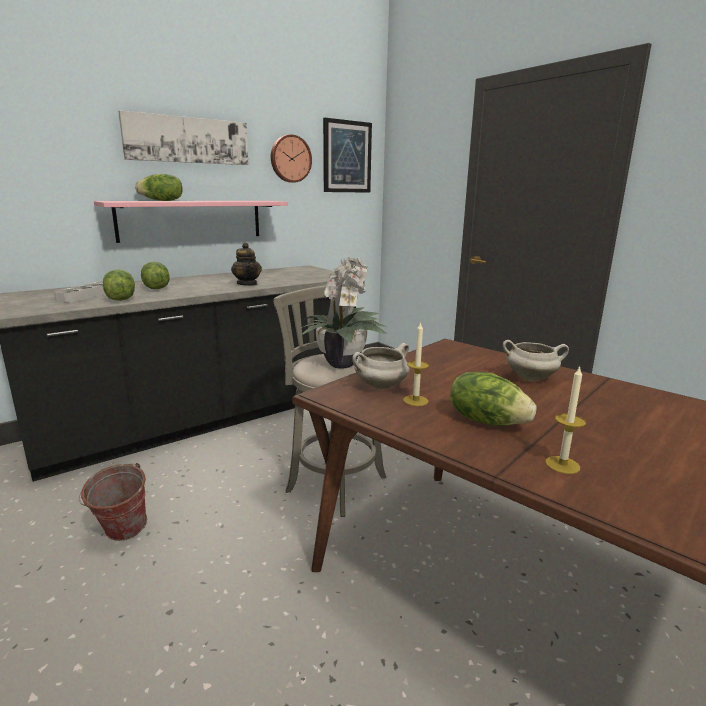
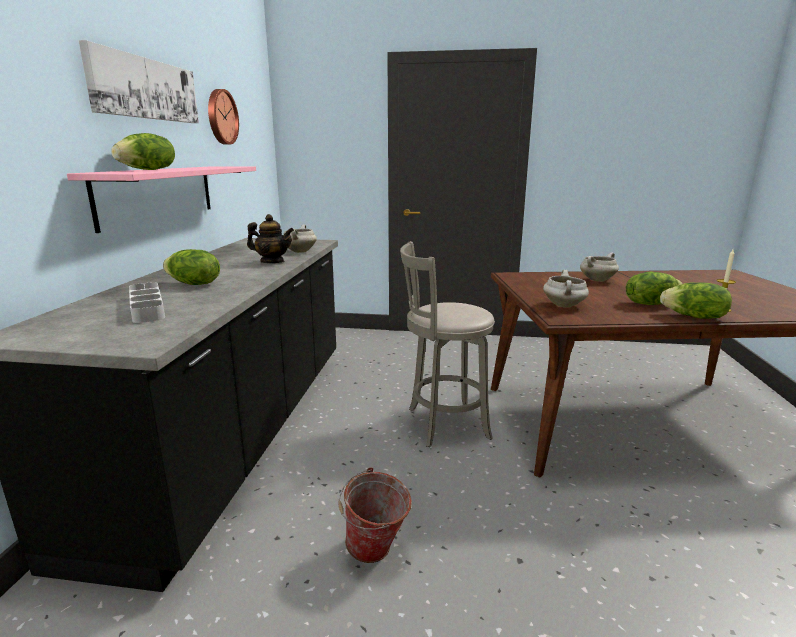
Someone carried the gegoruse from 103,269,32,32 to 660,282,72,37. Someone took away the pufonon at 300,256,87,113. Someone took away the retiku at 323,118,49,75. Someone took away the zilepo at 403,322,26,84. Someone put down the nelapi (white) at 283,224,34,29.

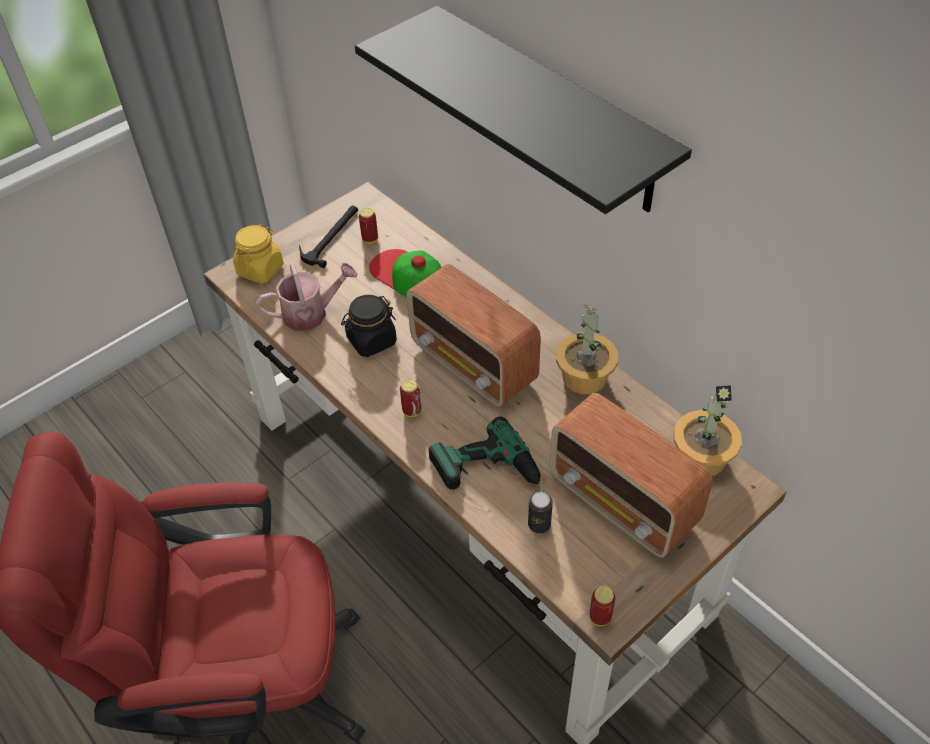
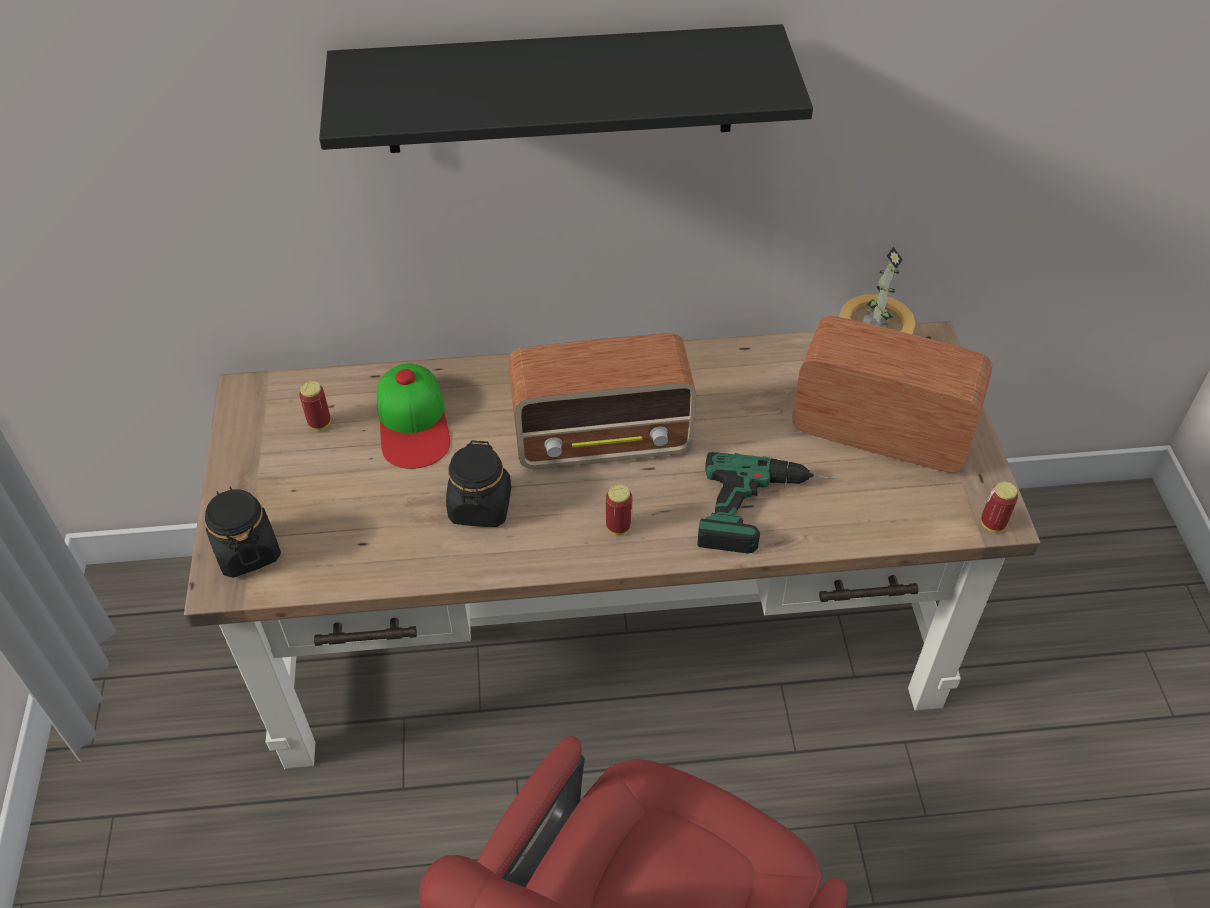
Someone repainted the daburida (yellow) at 233,224,50,59, which became the daburida (black) at 205,487,76,91. Someone took away the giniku at 256,263,101,68. Someone took away the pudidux at 299,205,59,63. Someone rotated the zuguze at 369,249,72,48 by 90 degrees counterclockwise. Someone took away the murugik at 528,492,25,42. Someone rotated the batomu at 549,393,164,165 by 150 degrees counterclockwise. Someone took away the pufonon at 556,304,62,90.

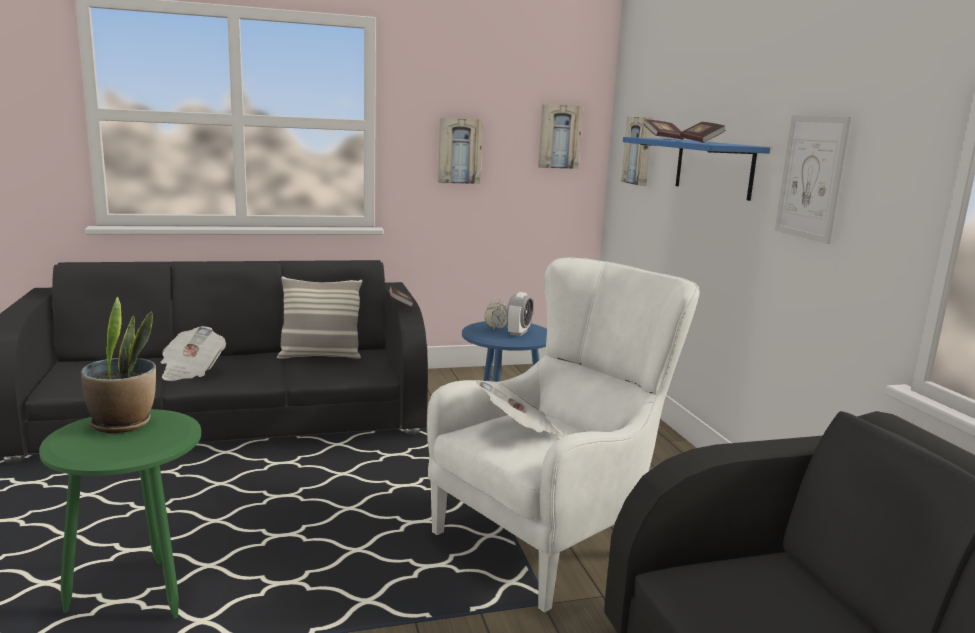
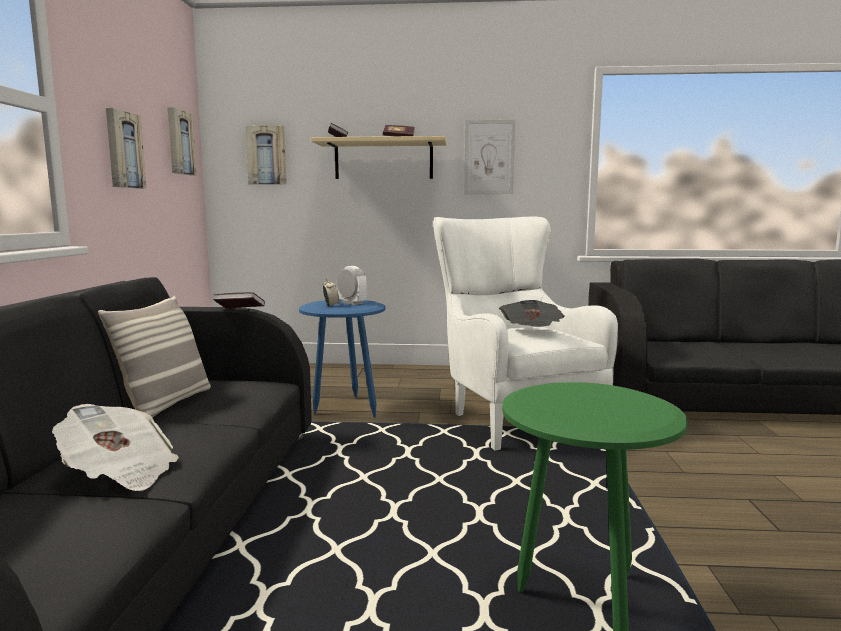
Someone took away the pufonon at 81,297,75,136. Someone repainted the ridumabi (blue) at 623,137,147,64, which became the ridumabi (beige) at 311,136,136,43.

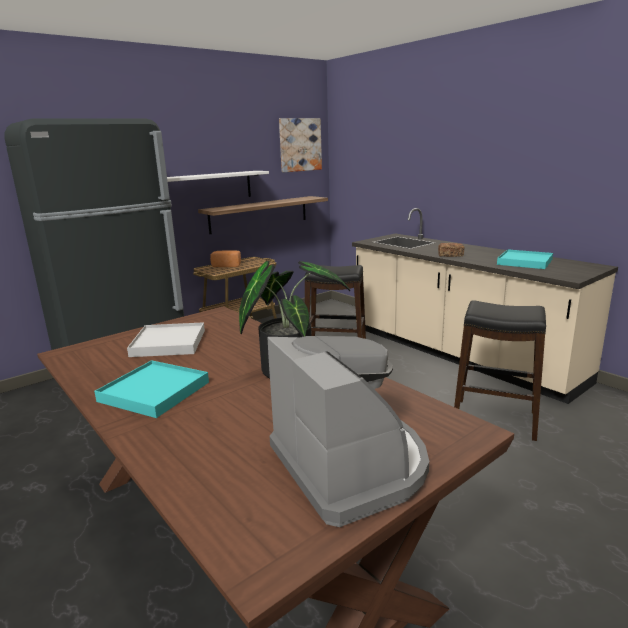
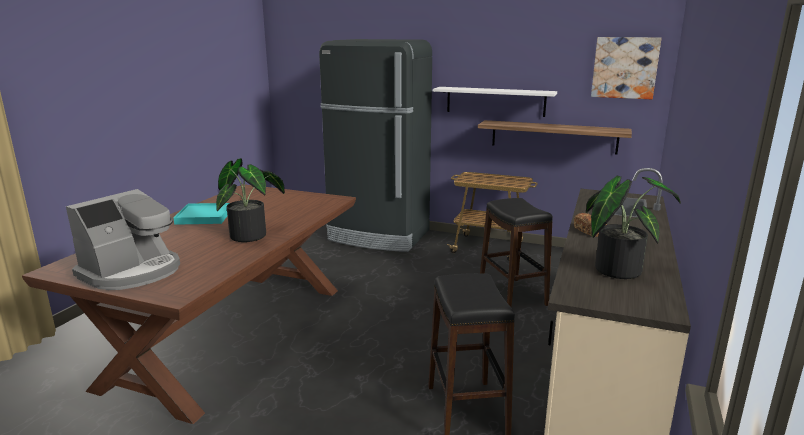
Someone took away the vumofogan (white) at 127,322,78,35. Someone took away the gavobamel at 210,250,31,17. Someone swapped the vumofogan (turquoise) at 497,249,56,20 for the pufonon at 586,176,95,103.

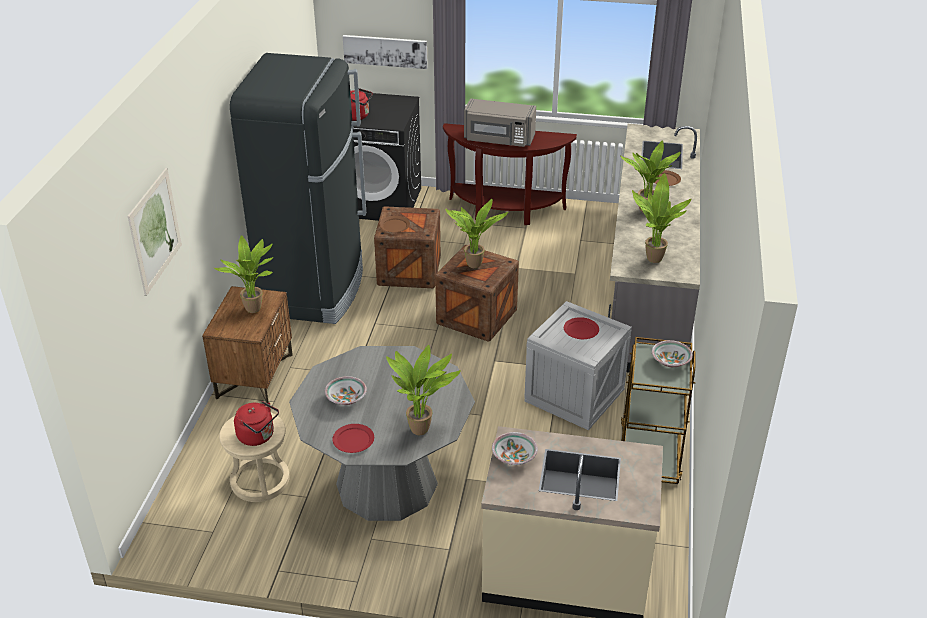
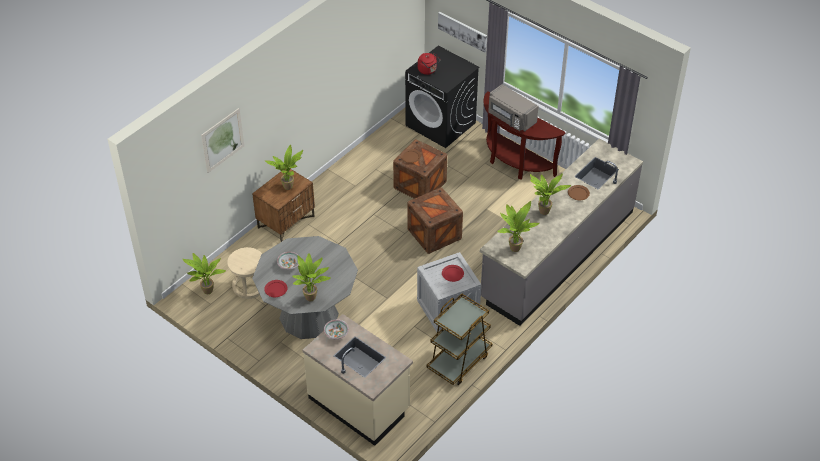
Someone took away the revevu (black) at 230,53,136,271. Someone took away the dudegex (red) at 234,401,45,45. Someone carried the pufonon from 445,199,63,69 to 182,253,44,41. Someone took away the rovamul at 652,340,41,27.

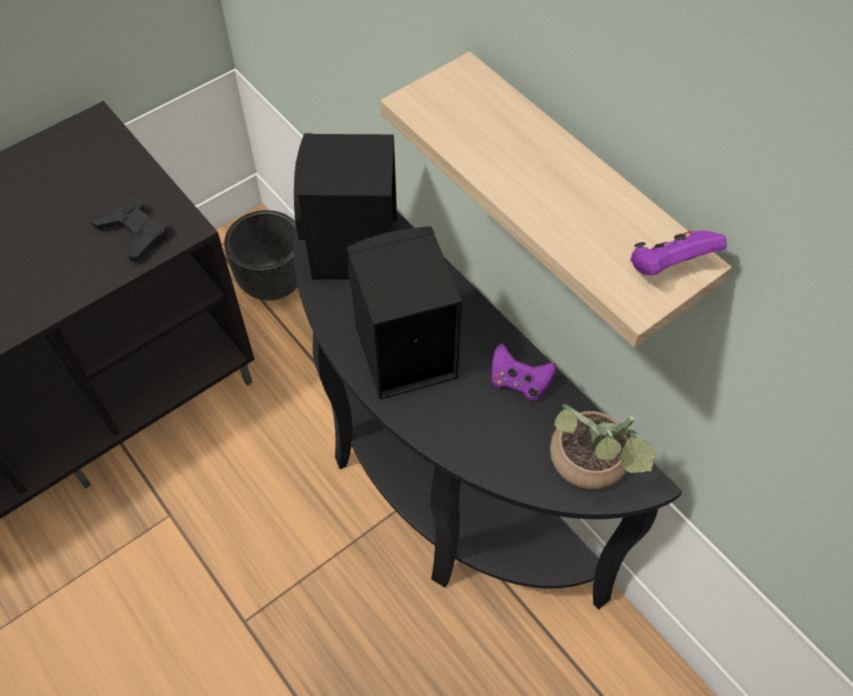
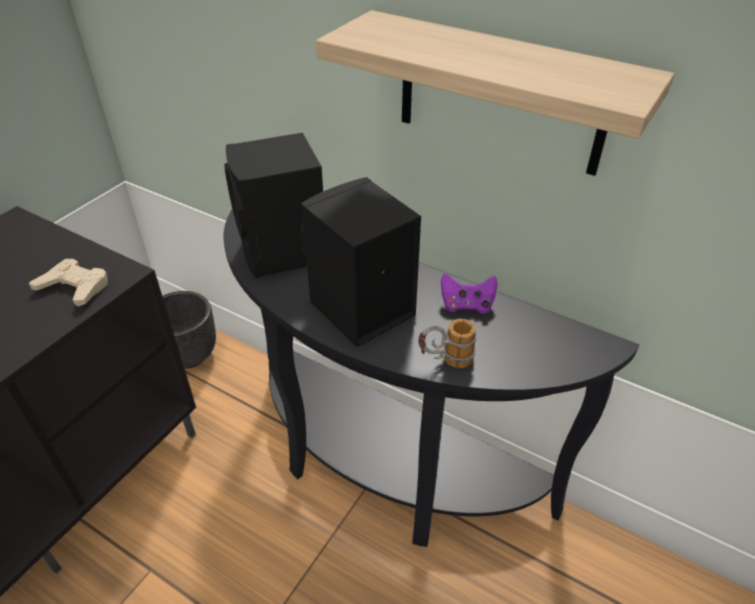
Someone repainted the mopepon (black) at 91,197,77,65, which became the mopepon (beige) at 29,259,79,48. Someone took away the pufonon at 550,404,106,86. Someone took away the mopepon (purple) at 630,230,97,45. Someone put down the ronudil at 418,319,59,49.

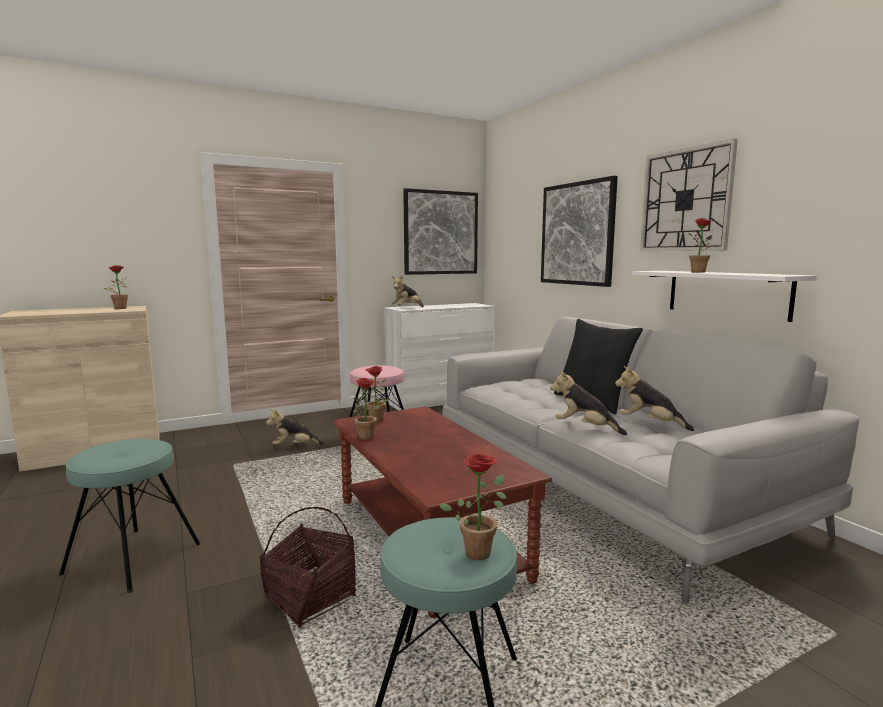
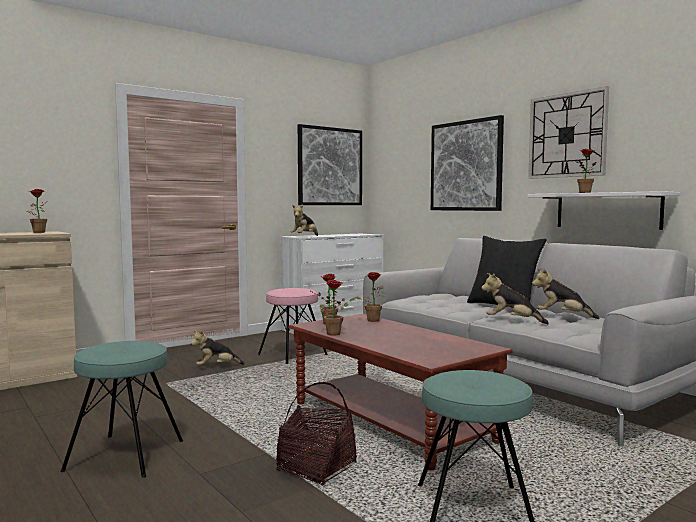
Someone carried the pufonon from 439,454,67,106 to 356,272,30,50.

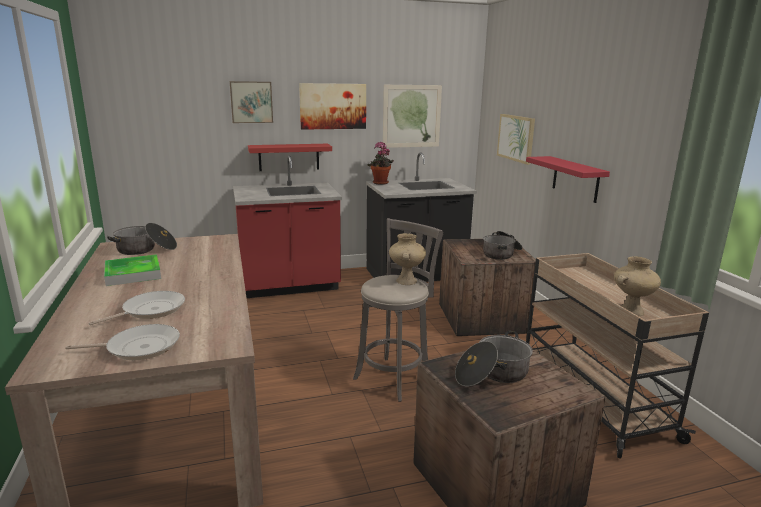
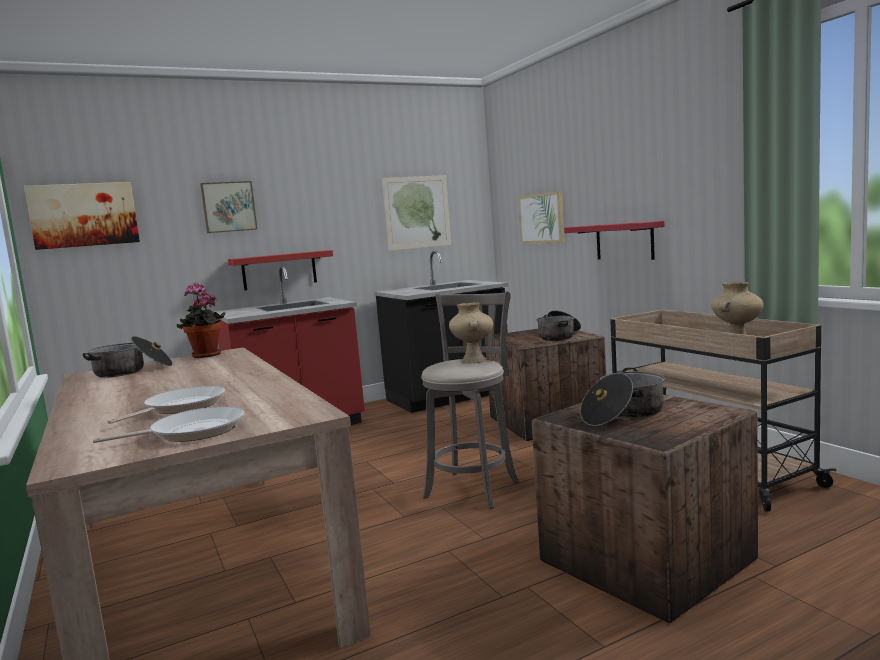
Someone took away the vumofogan at 104,254,57,32. Someone carried the retiku from 299,83,67,47 to 24,182,116,68. Someone carried the pufonon from 368,141,26,44 to 177,283,49,75.

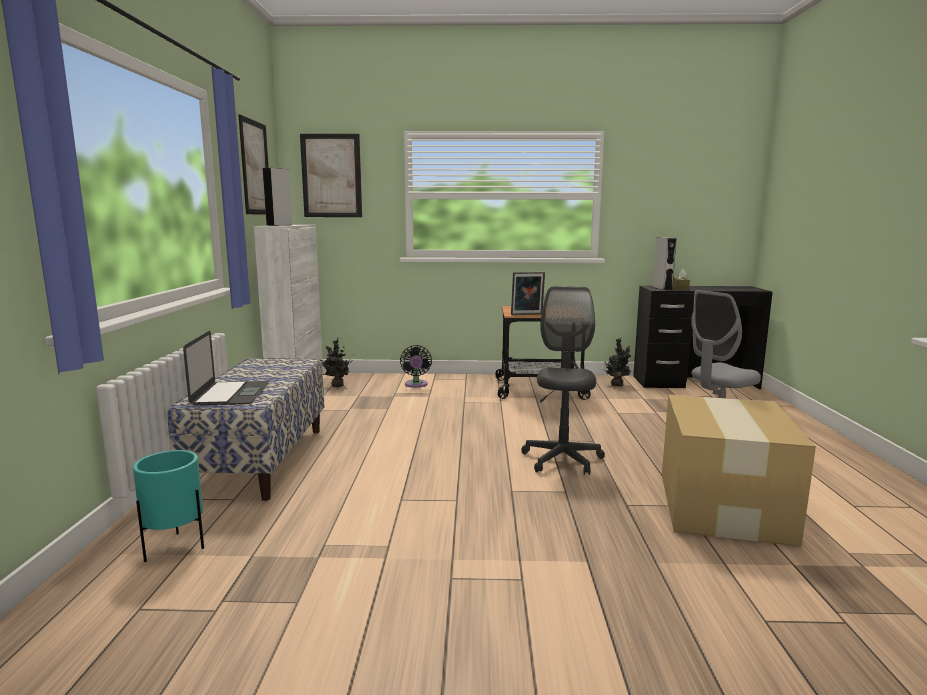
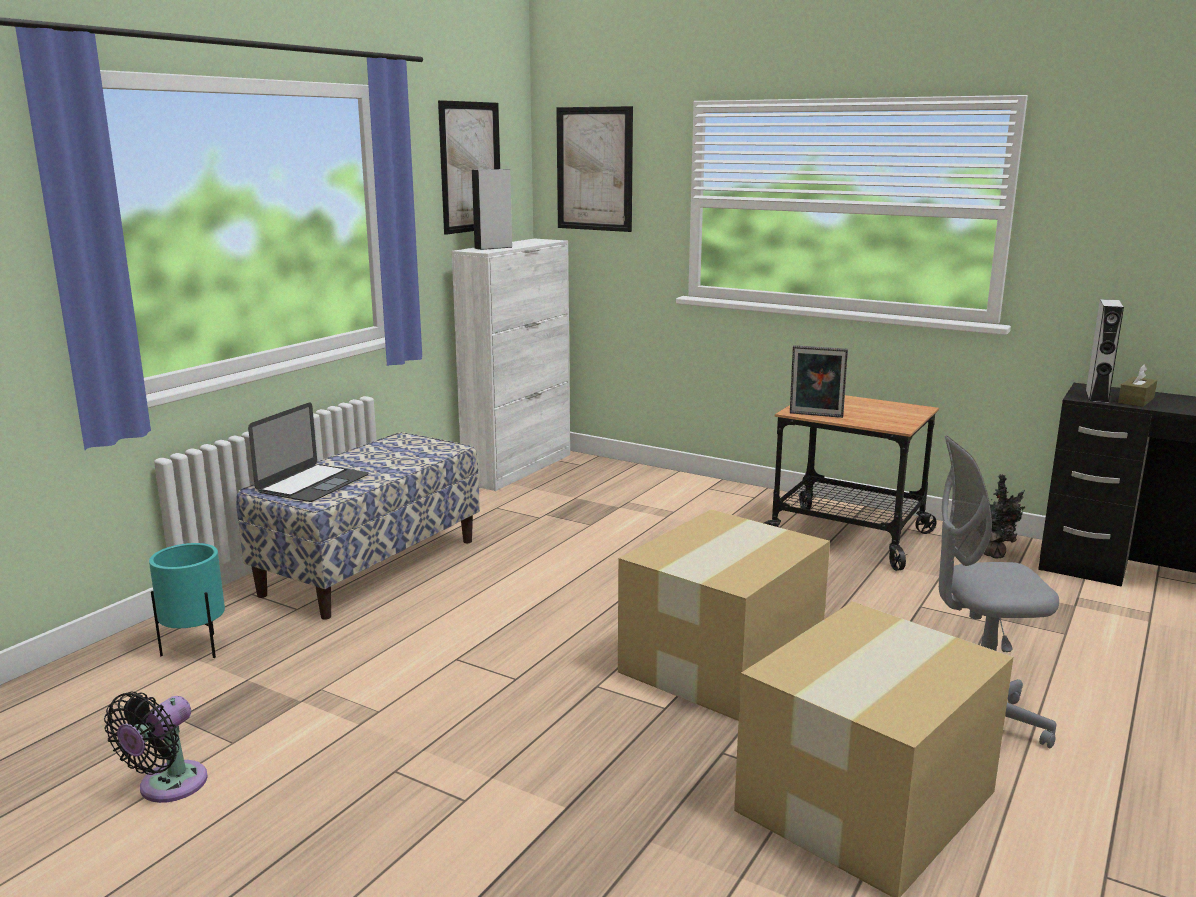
Someone took away the pufonon at 320,338,33,49. Someone carried the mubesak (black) from 400,345,32,43 to 104,692,104,111. Someone swapped the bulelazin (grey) at 521,286,84,189 for the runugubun at 618,509,212,212.

